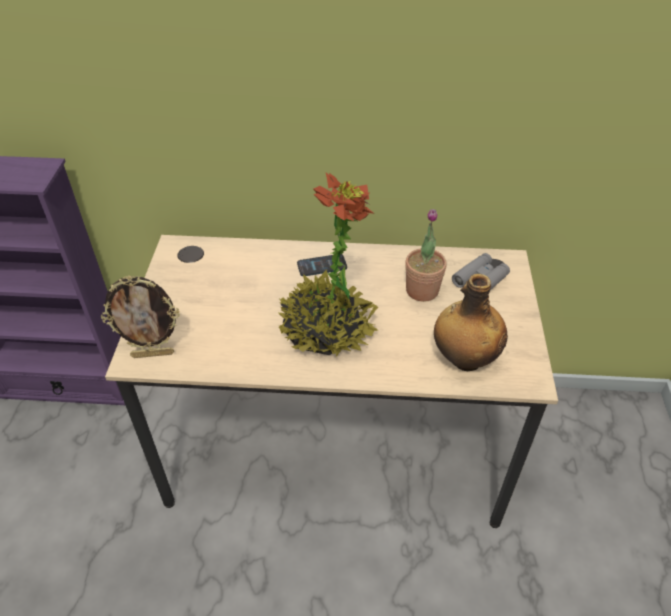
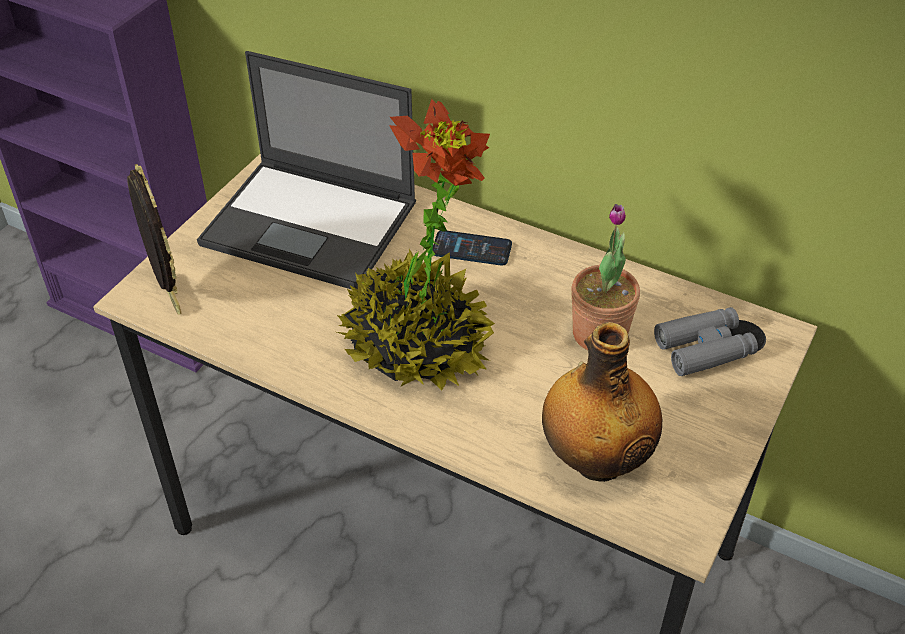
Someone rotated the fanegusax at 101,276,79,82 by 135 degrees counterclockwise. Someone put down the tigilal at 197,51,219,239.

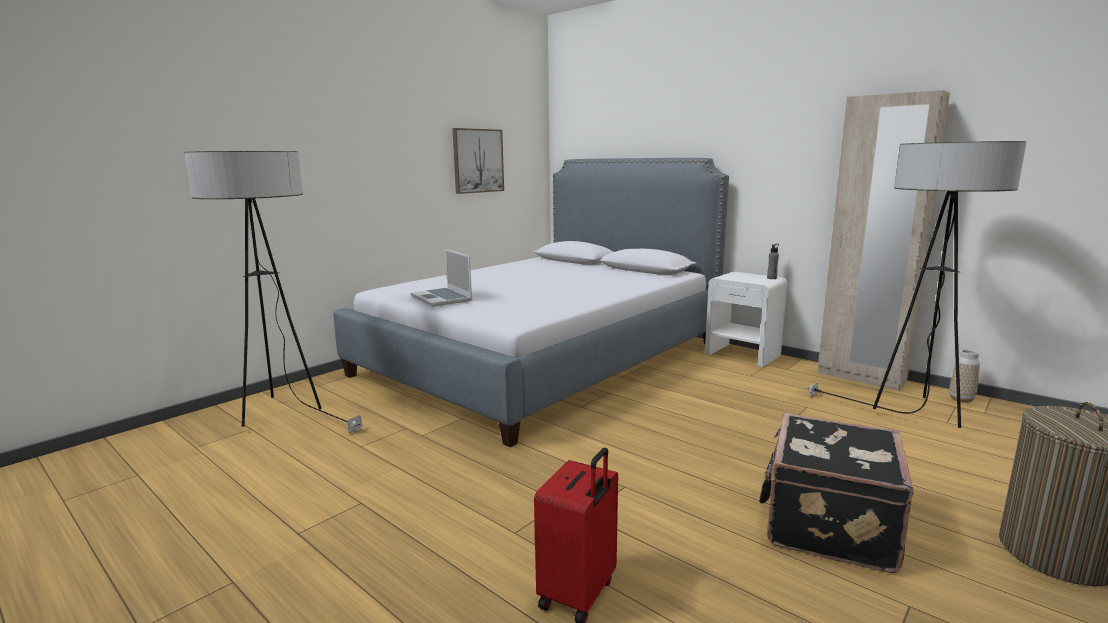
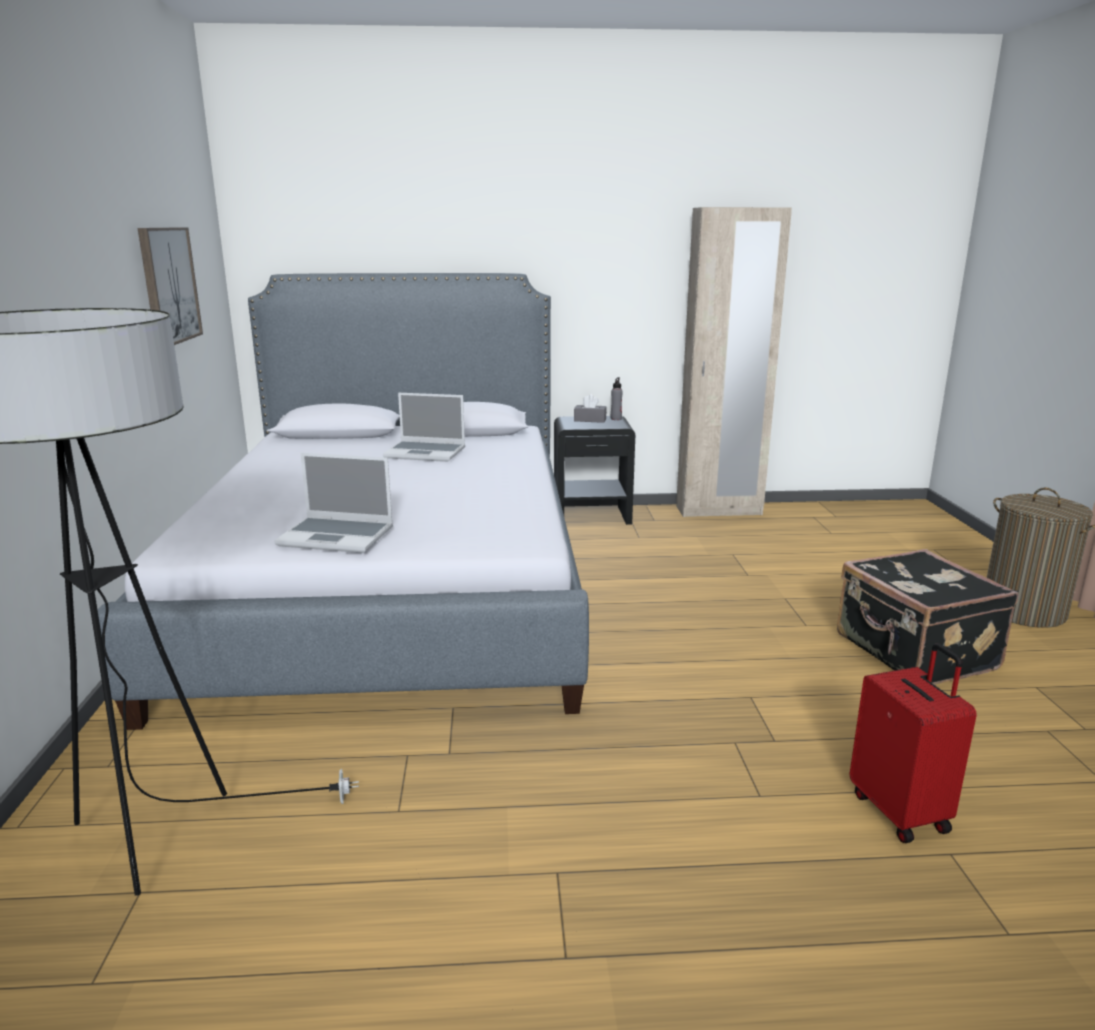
Someone repainted the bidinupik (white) at 705,272,82,95, which became the bidinupik (black) at 554,416,81,109. Someone took away the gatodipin at 805,141,222,287. Someone took away the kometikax at 949,349,31,54. Someone put down the tigilal at 383,393,82,69. Someone put down the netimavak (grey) at 574,394,33,29.

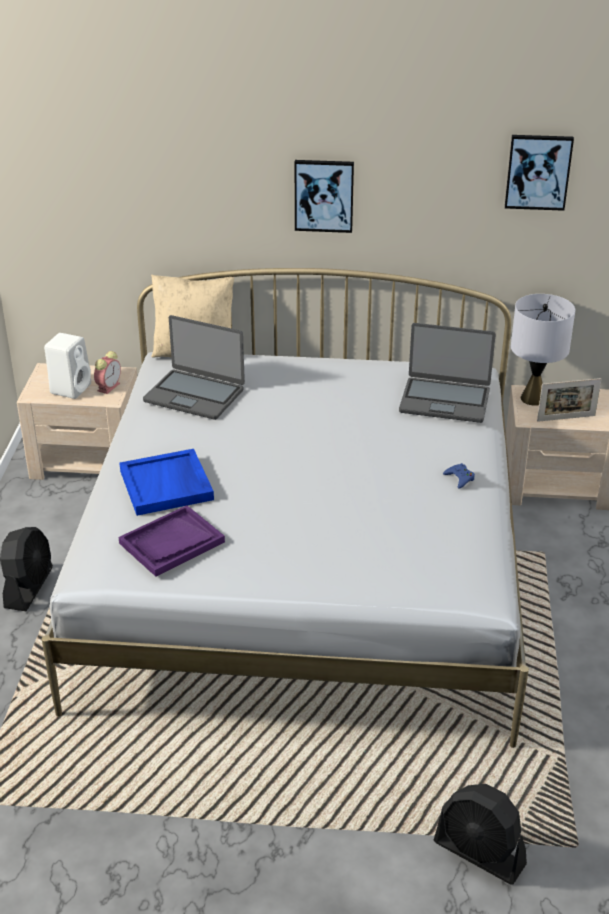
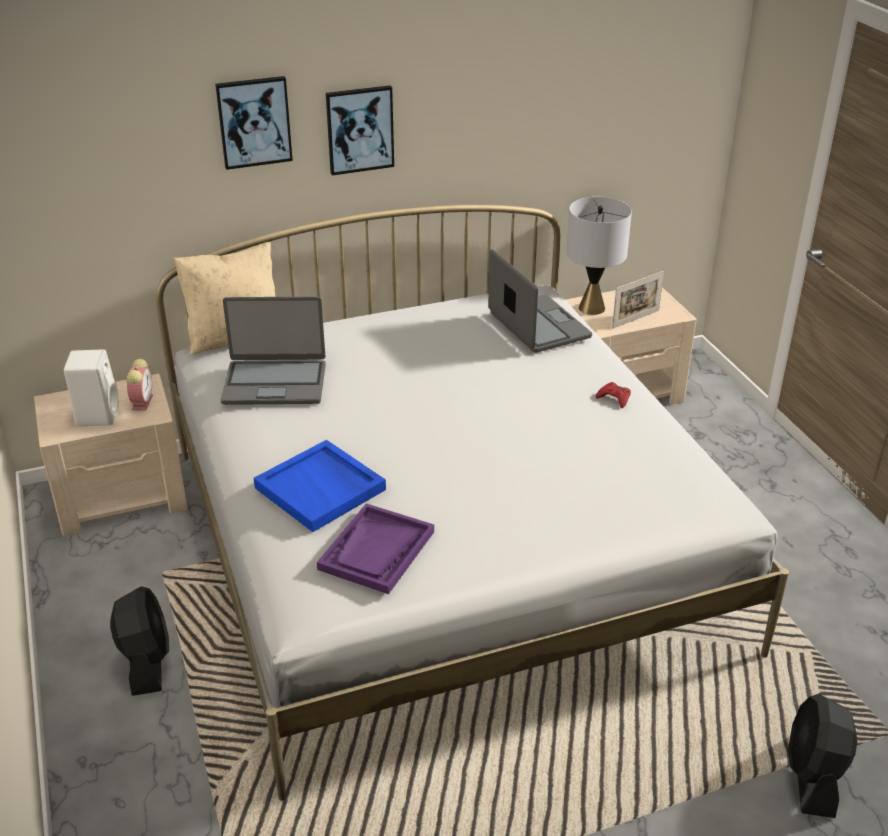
Someone rotated the tigilal at 399,323,97,100 by 105 degrees counterclockwise. Someone rotated the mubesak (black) at 434,784,93,100 by 90 degrees clockwise. Someone repainted the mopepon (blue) at 443,463,32,26, which became the mopepon (red) at 596,382,35,26. Someone carried the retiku from 505,135,69,76 to 215,76,78,94.

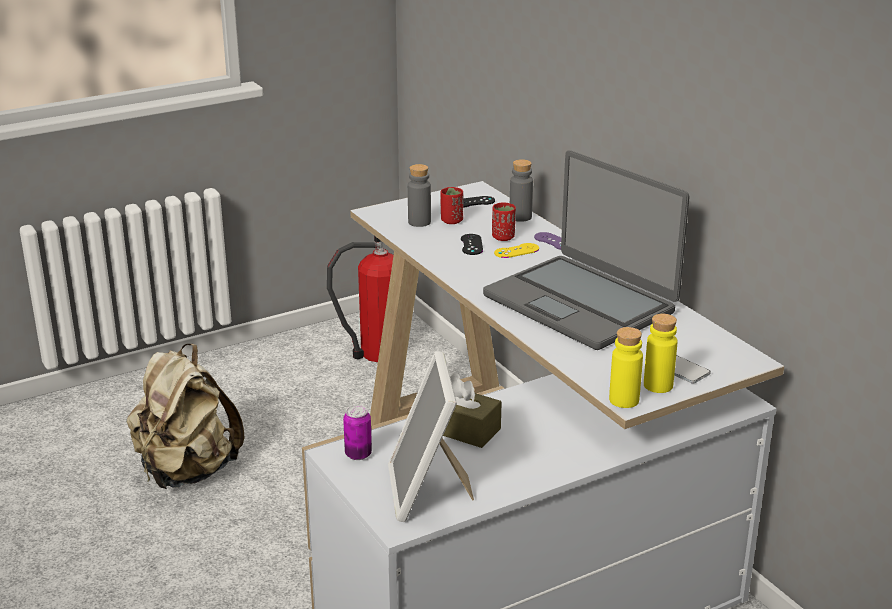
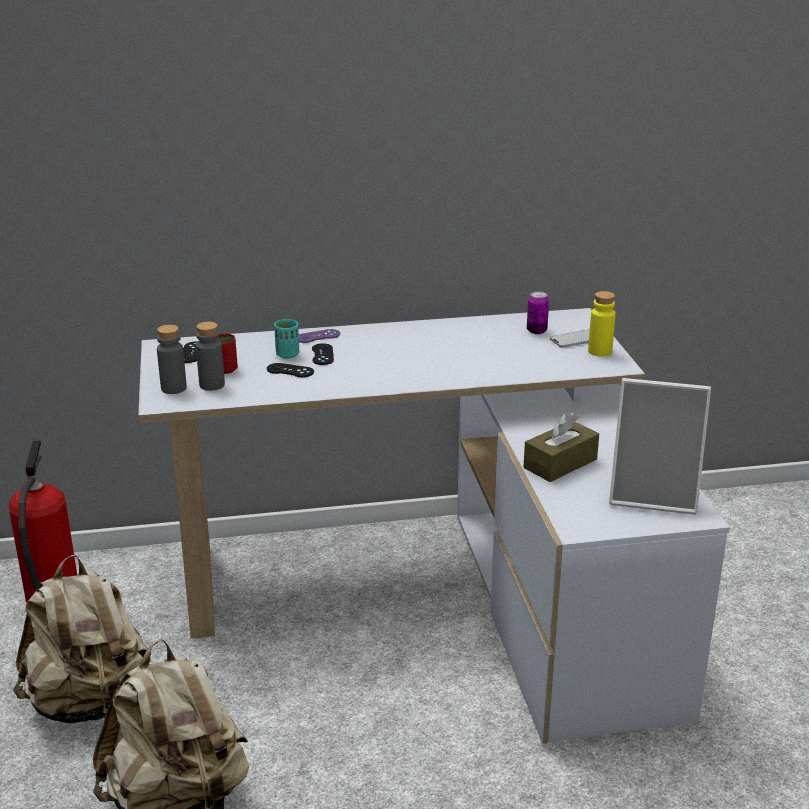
Someone carried the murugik from 343,405,29,55 to 527,291,22,43. Someone took away the tigilal at 483,150,207,200. Someone repainted the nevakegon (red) at 492,203,24,38, which became the nevakegon (turquoise) at 274,319,25,39. Someone repainted the mopepon (yellow) at 494,243,45,15, which became the mopepon (black) at 312,343,22,22. Someone carried the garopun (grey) from 510,159,23,63 to 157,325,30,69. Someone took away the garopun (yellow) at 609,327,34,81. Someone put down the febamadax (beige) at 13,555,138,168.

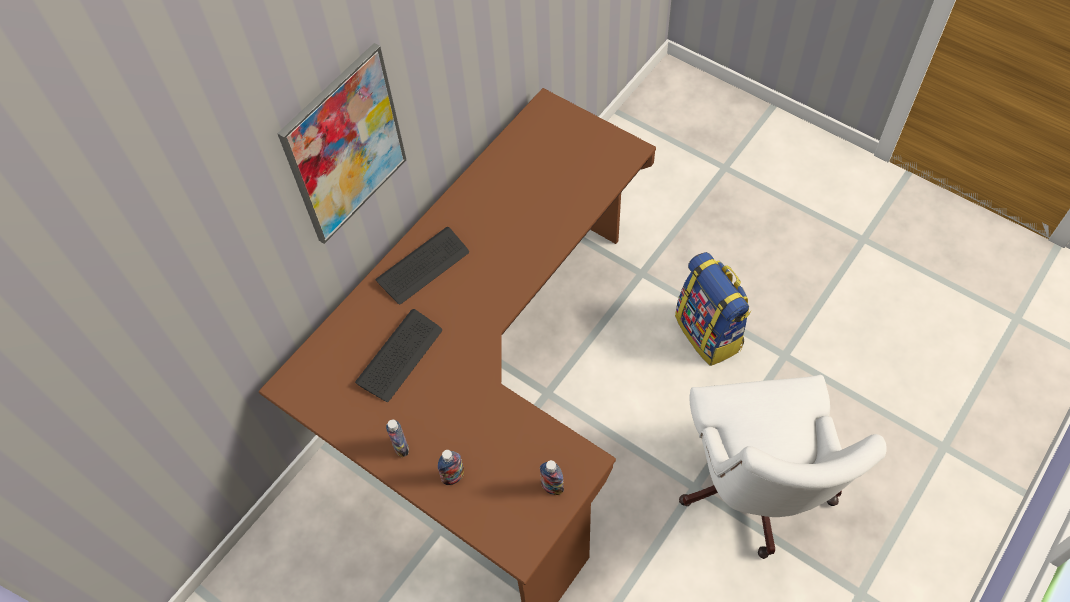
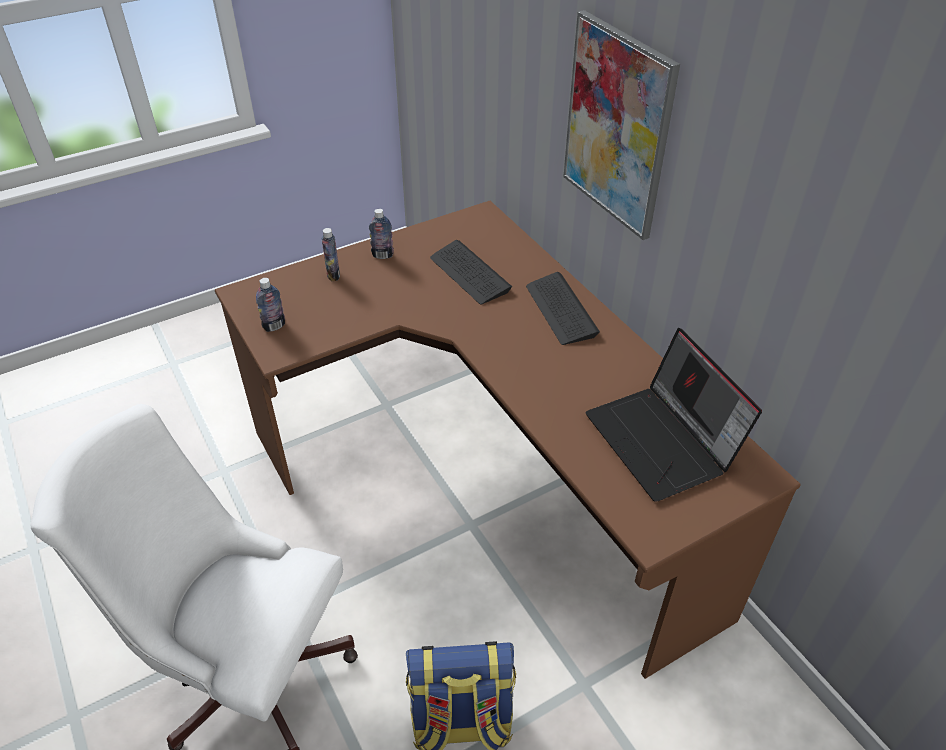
Someone put down the tigilal at 585,328,177,174.

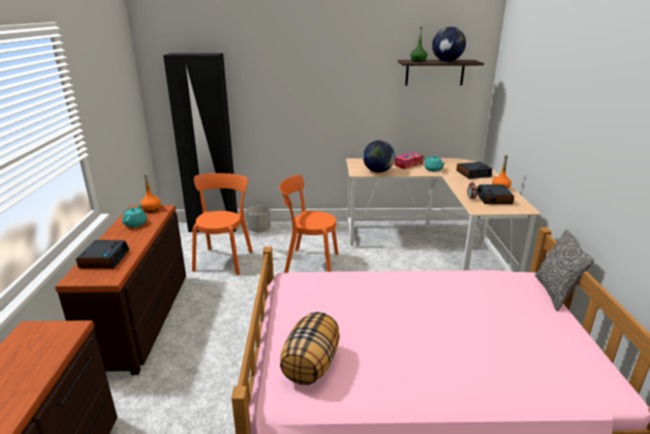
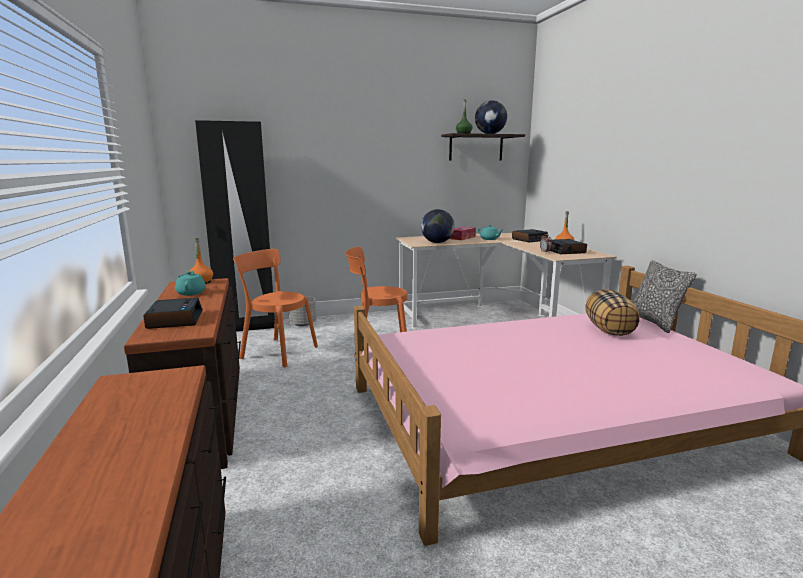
Someone rotated the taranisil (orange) at 192,173,61,102 by 60 degrees counterclockwise. Someone carried the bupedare from 280,312,60,73 to 585,289,54,47.

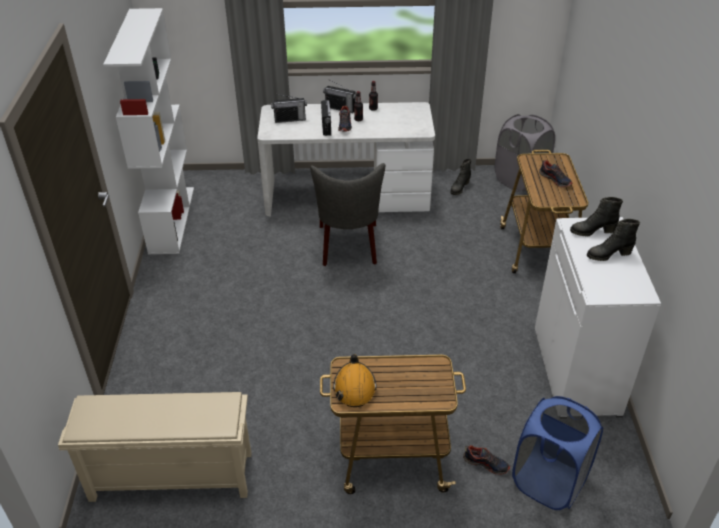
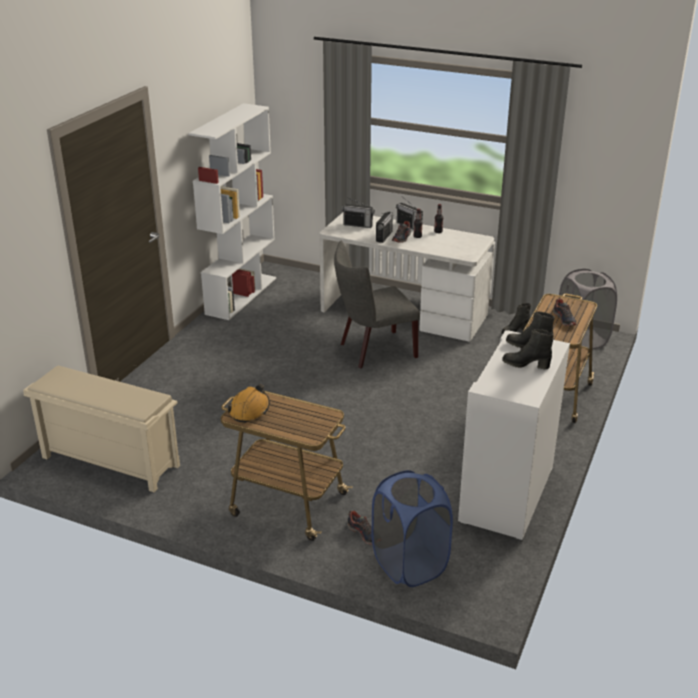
Someone rotated the taranisil (grey) at 310,163,75,103 by 45 degrees clockwise.

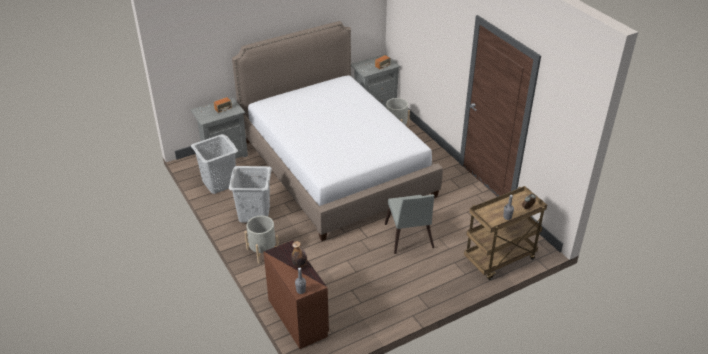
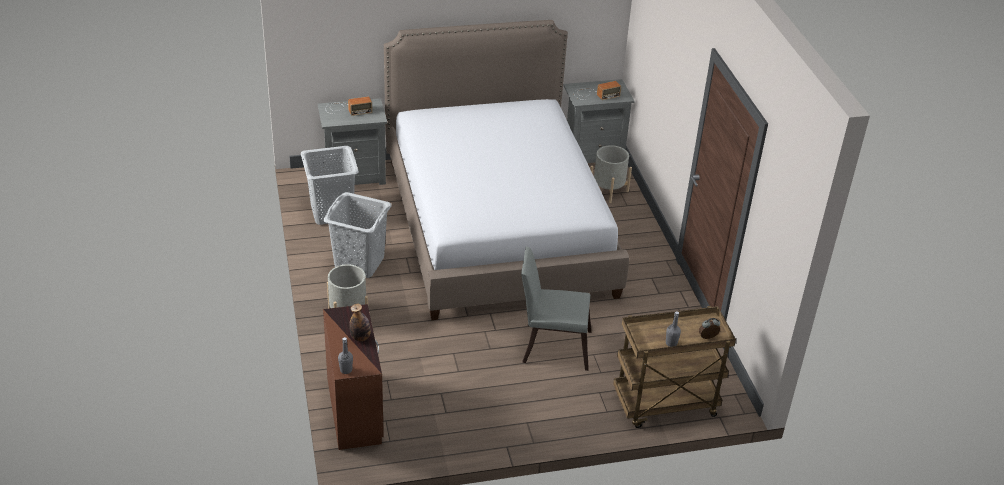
Someone rotated the taranisil (grey) at 385,194,49,60 by 90 degrees clockwise.

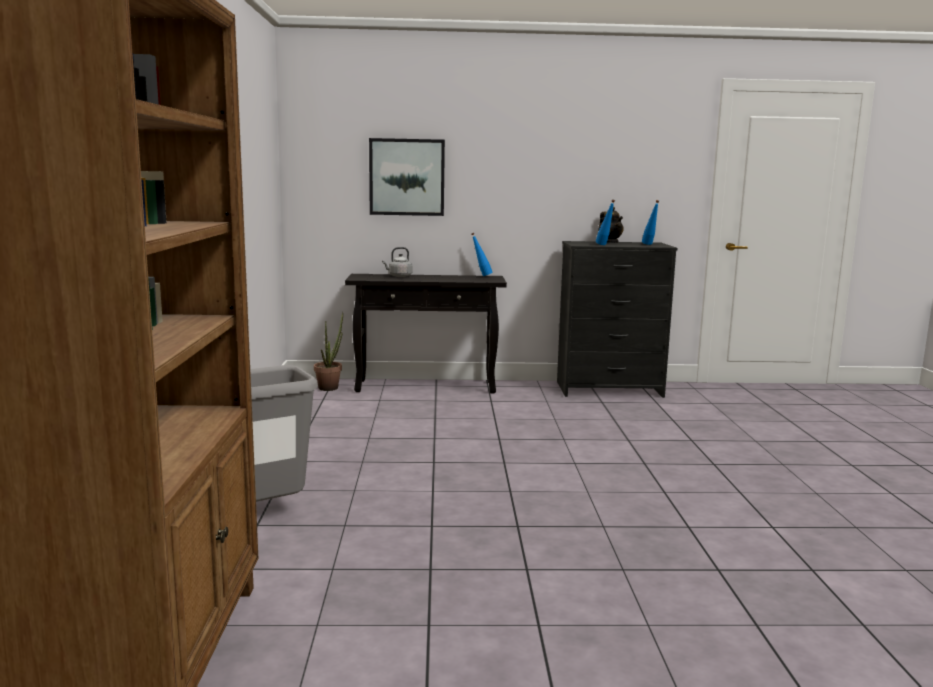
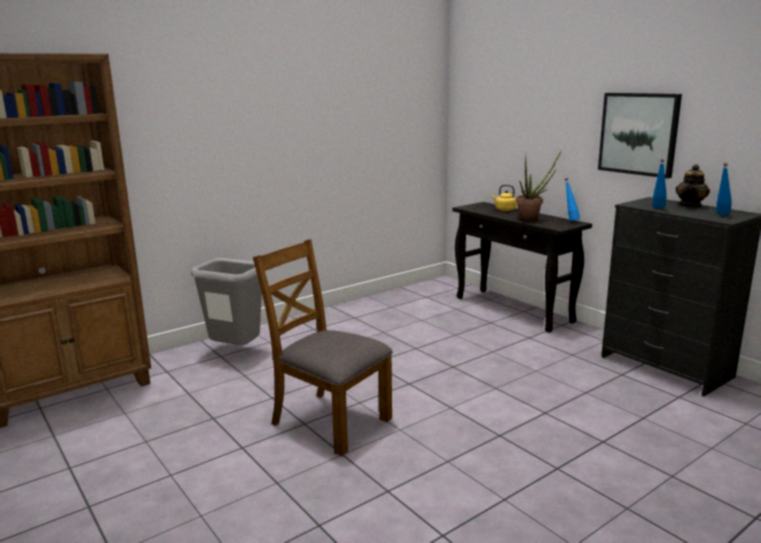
Someone carried the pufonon from 314,312,29,79 to 516,149,46,73. Someone carried the retiku from 369,138,76,78 to 598,93,84,85. Someone repainted the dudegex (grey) at 382,247,30,30, which became the dudegex (yellow) at 492,185,25,26. Someone put down the taranisil (brown) at 253,239,140,217.

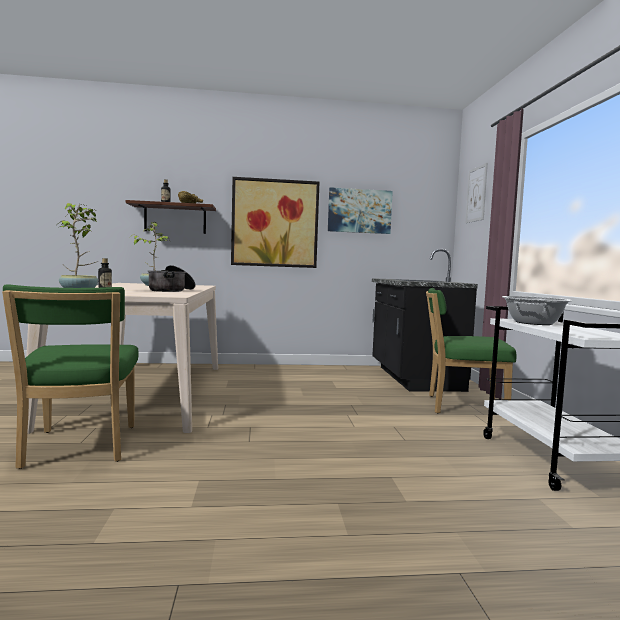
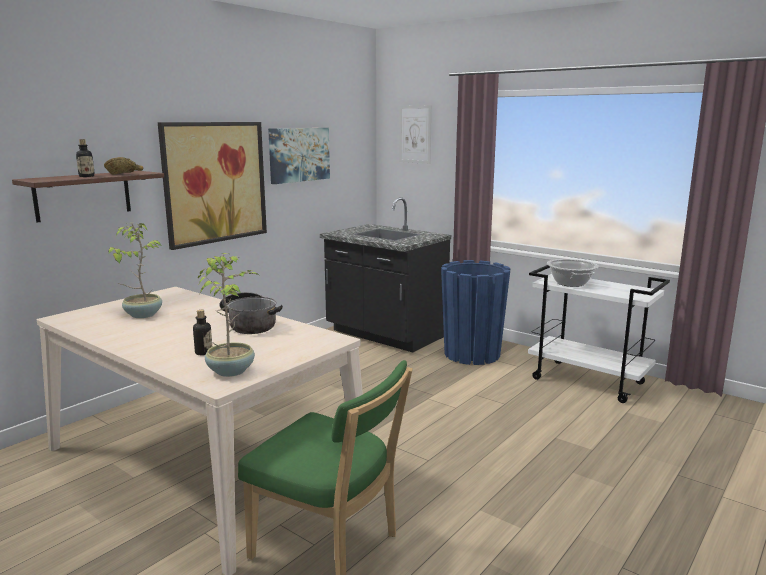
Someone swapped the taranisil (green) at 426,288,90,125 for the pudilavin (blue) at 441,260,69,105.

